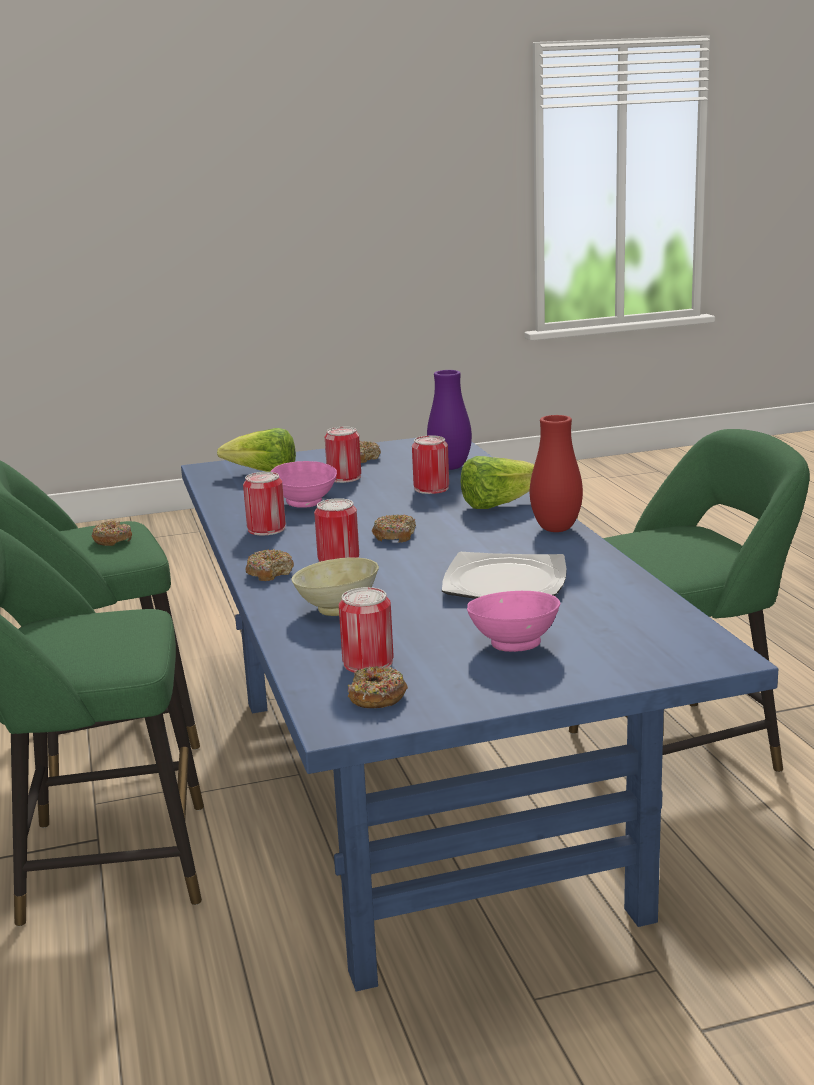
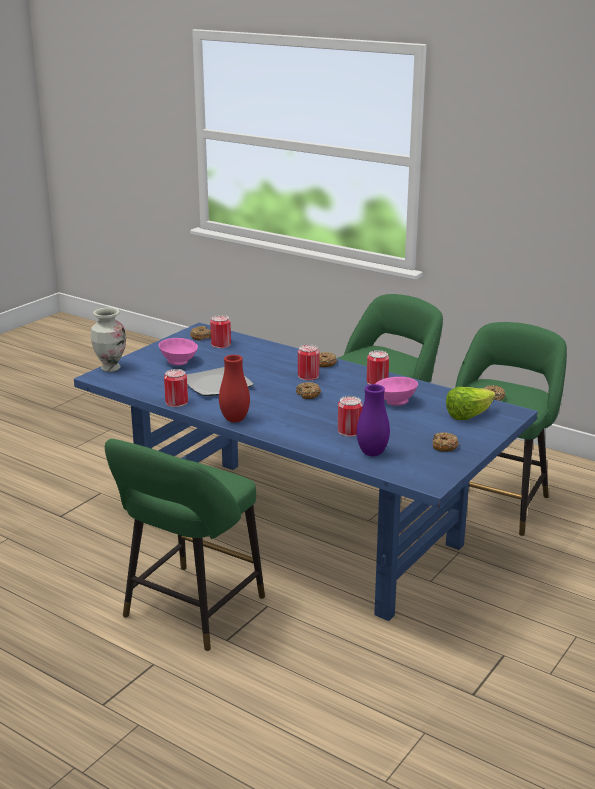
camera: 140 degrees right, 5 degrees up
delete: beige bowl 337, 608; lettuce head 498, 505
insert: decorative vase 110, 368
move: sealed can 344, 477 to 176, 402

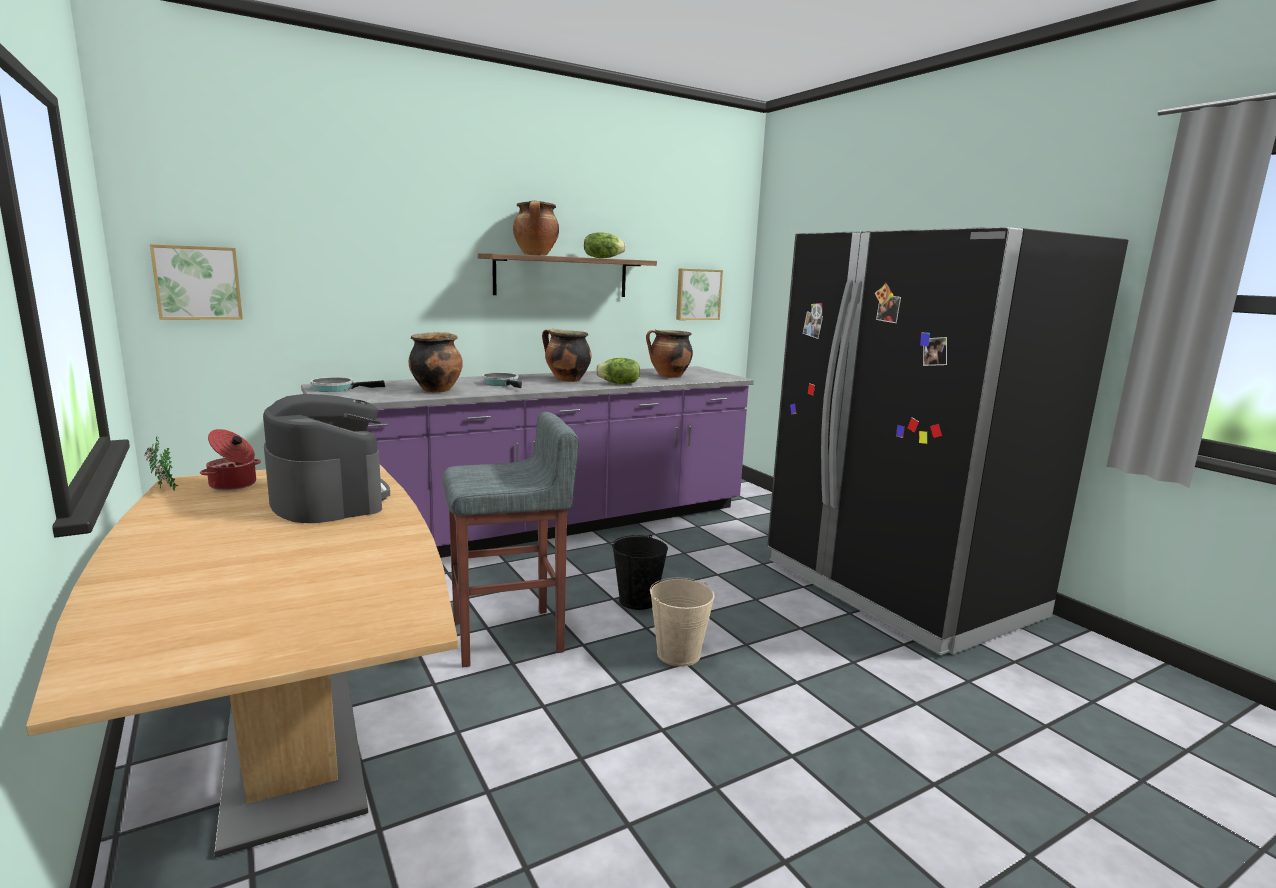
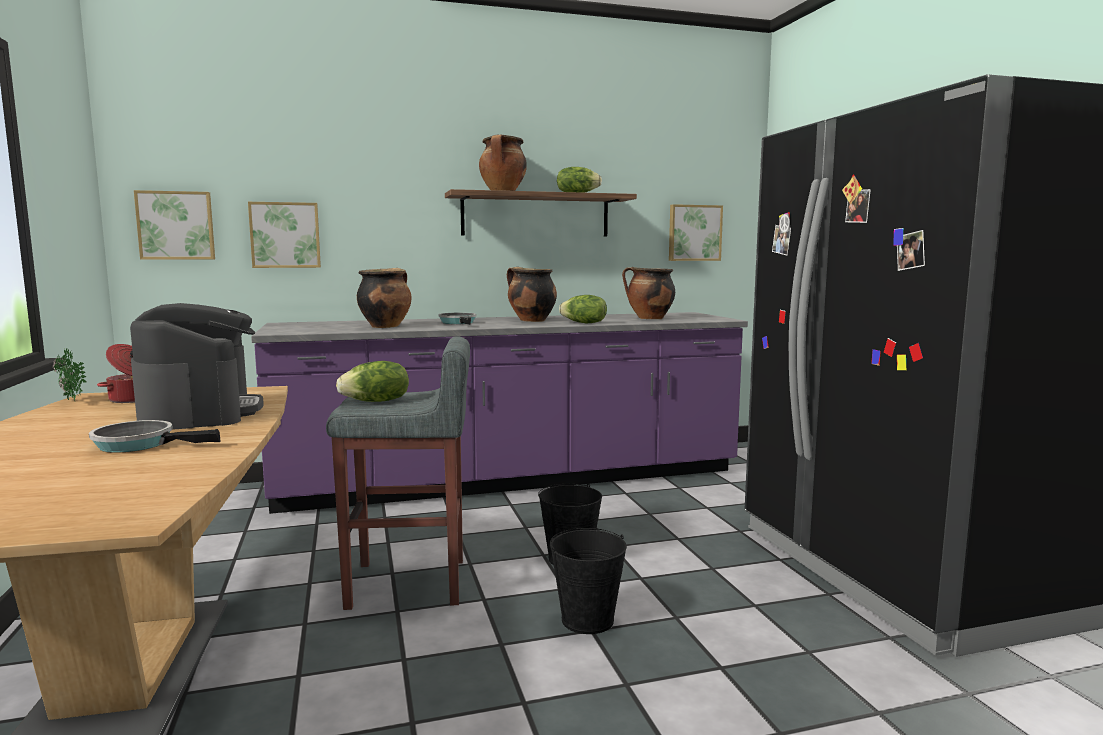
camera: 15 degrees right, 5 degrees down
insert: picture 285, 235; lettuce head 376, 401
move: frying pan 337, 389 to 140, 444
recolor: beige water bucket 679, 654 to black water bucket 588, 620

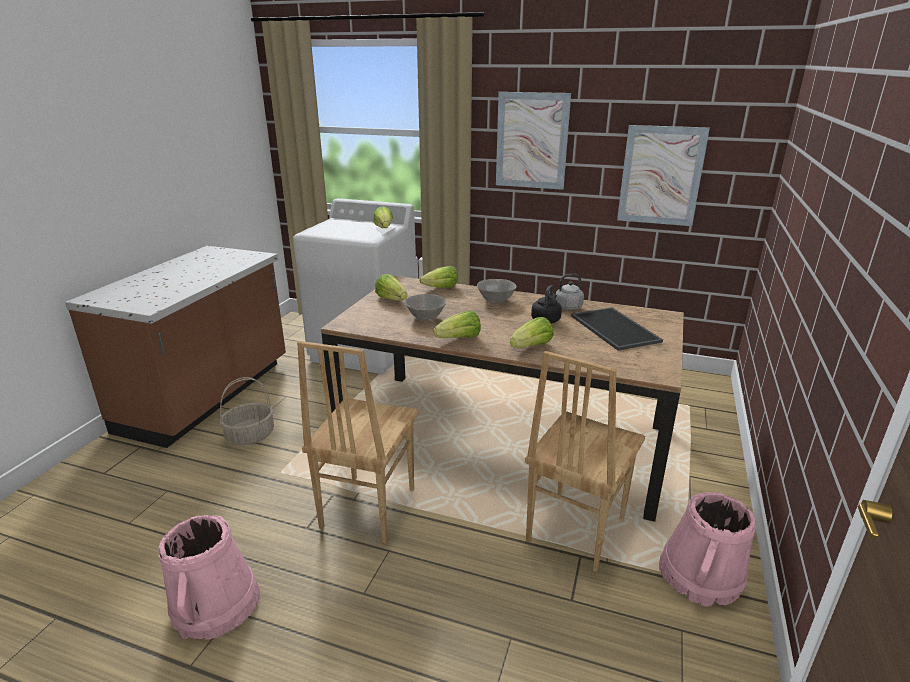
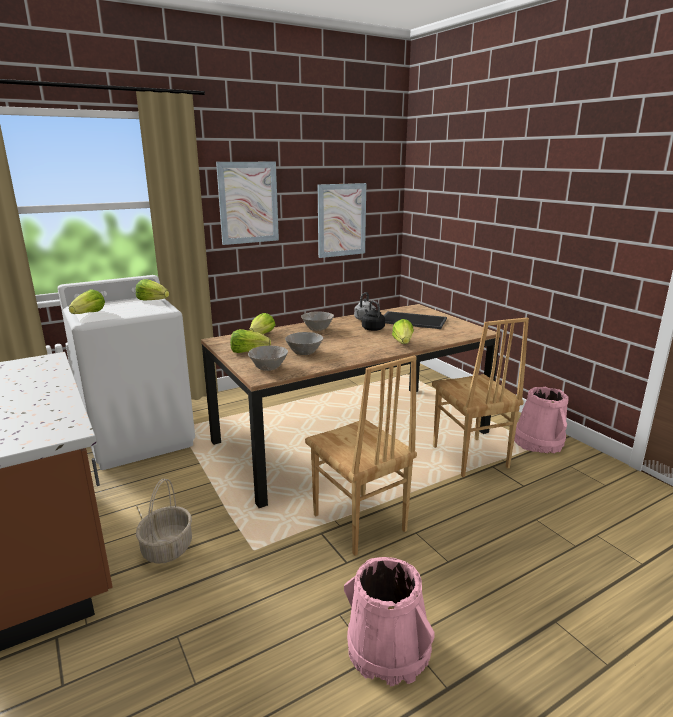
camera: 50 degrees left, 5 degrees down
insert: gray bowl 268, 368
move: lettuce head 459, 339 to 89, 314

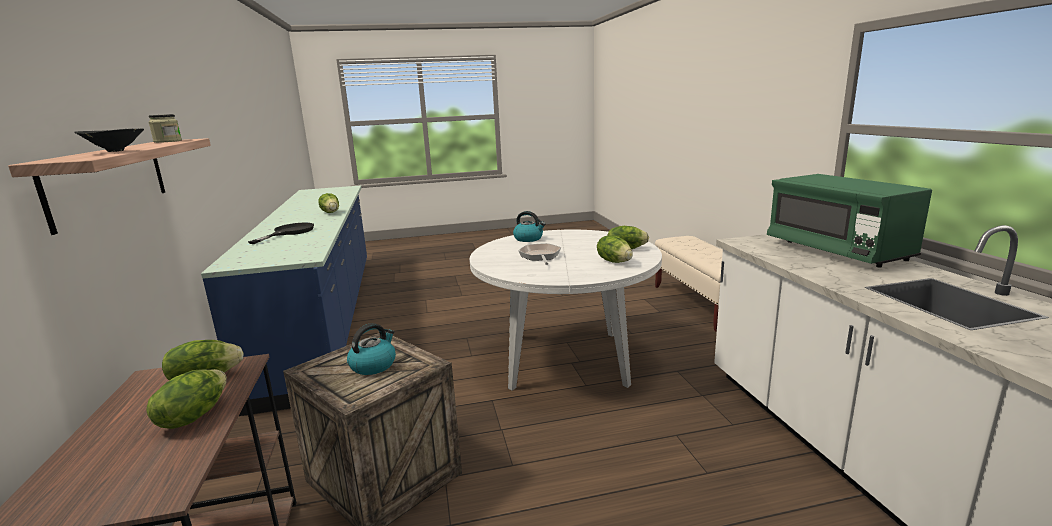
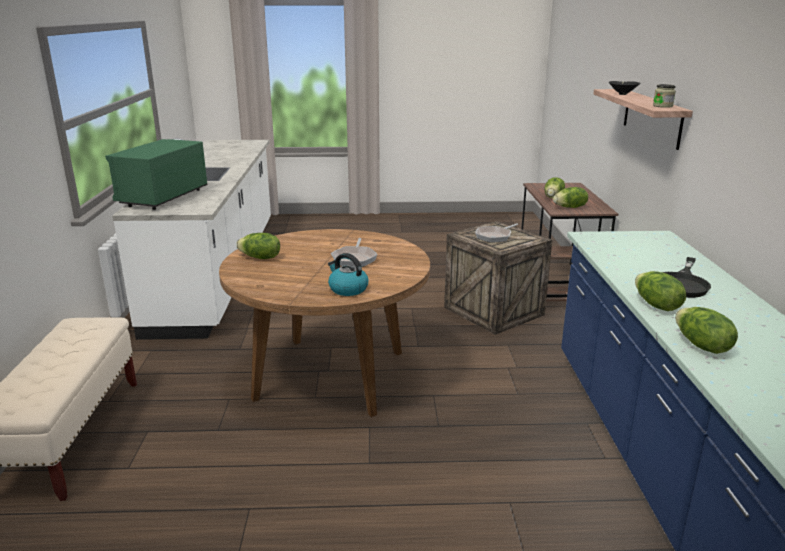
camera: 170 degrees left, 5 degrees up
move: lettuce head 614, 261 to 656, 305
replace: kettle 373, 365 to frying pan 495, 236
recolor: white kitchen table 566, 359 to brownish kitchen table 331, 375
rotate: green microwave 837, 250 = 163, 197 150 degrees counterclockwise

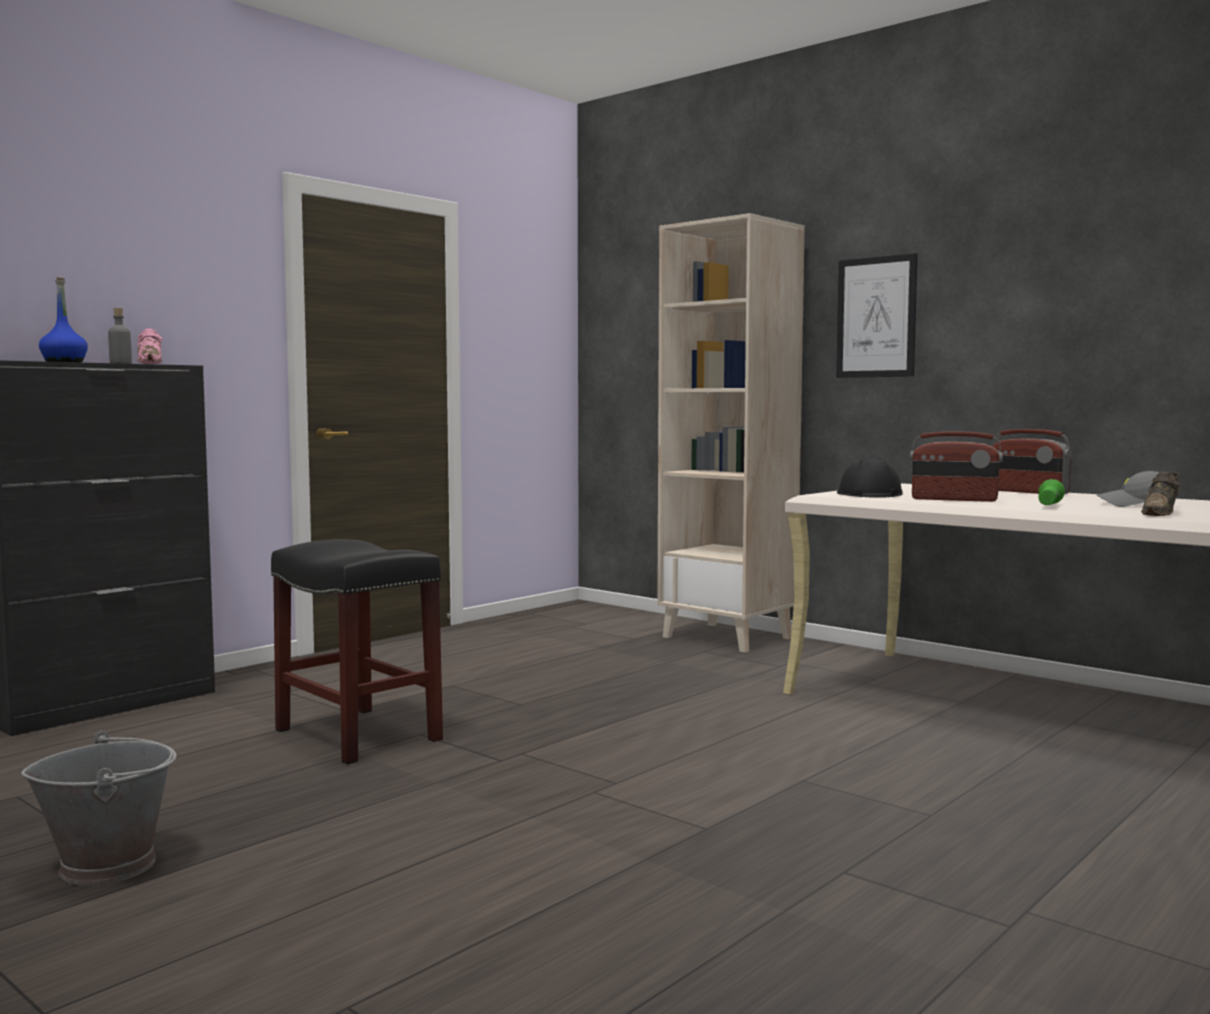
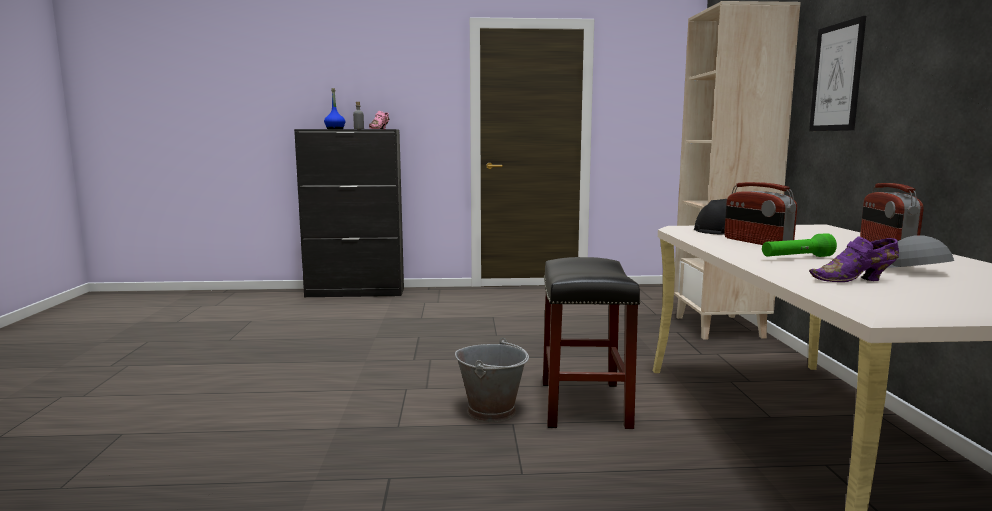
camera: 45 degrees right, 5 degrees up
move: gray water bucket 109, 865 to 492, 411; black stool 356, 735 to 583, 404
recolor: brownish low shoe 1161, 514 to purplish low shoe 855, 280

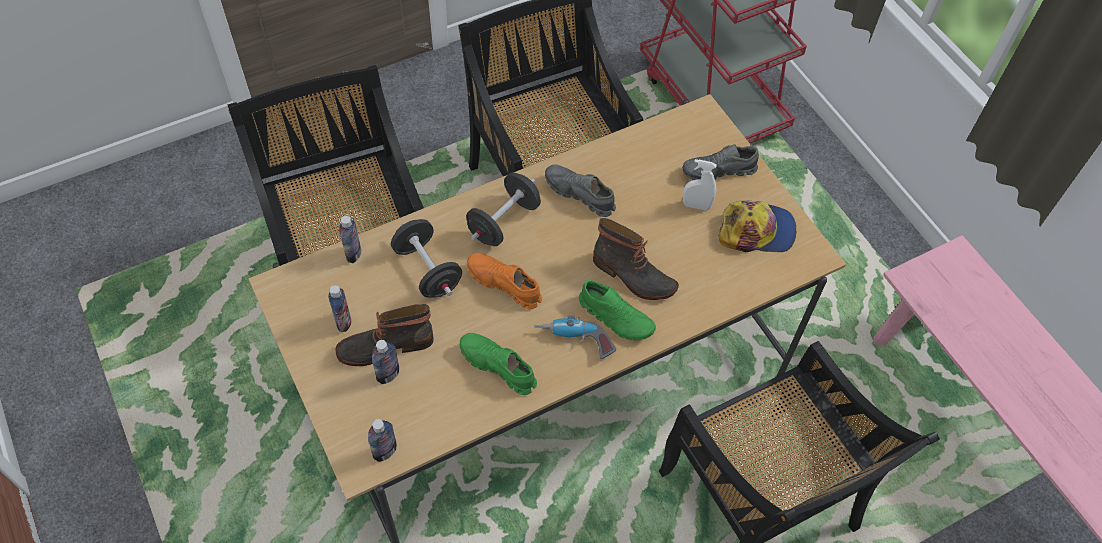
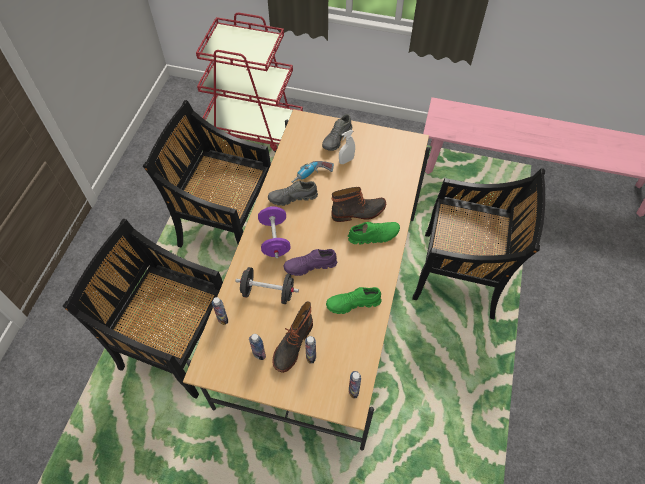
camera: 45 degrees left, 0 degrees up
delete: peaked cap 756, 231
move: power drill 574, 341 to 312, 176
recolor: black dumbbell 504, 222 to purplish dumbbell 274, 239; orange-coloured low shoe 504, 284 to purplish low shoe 310, 266

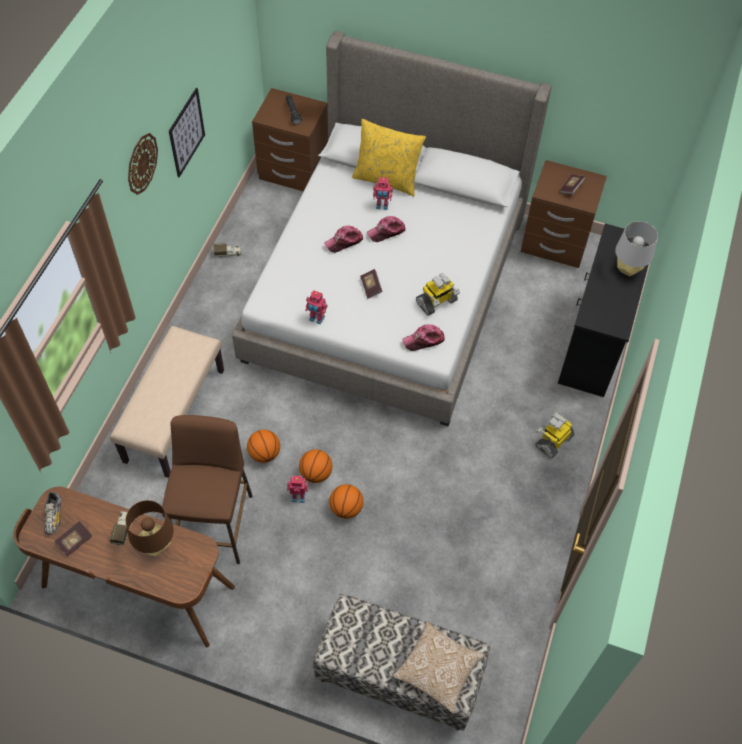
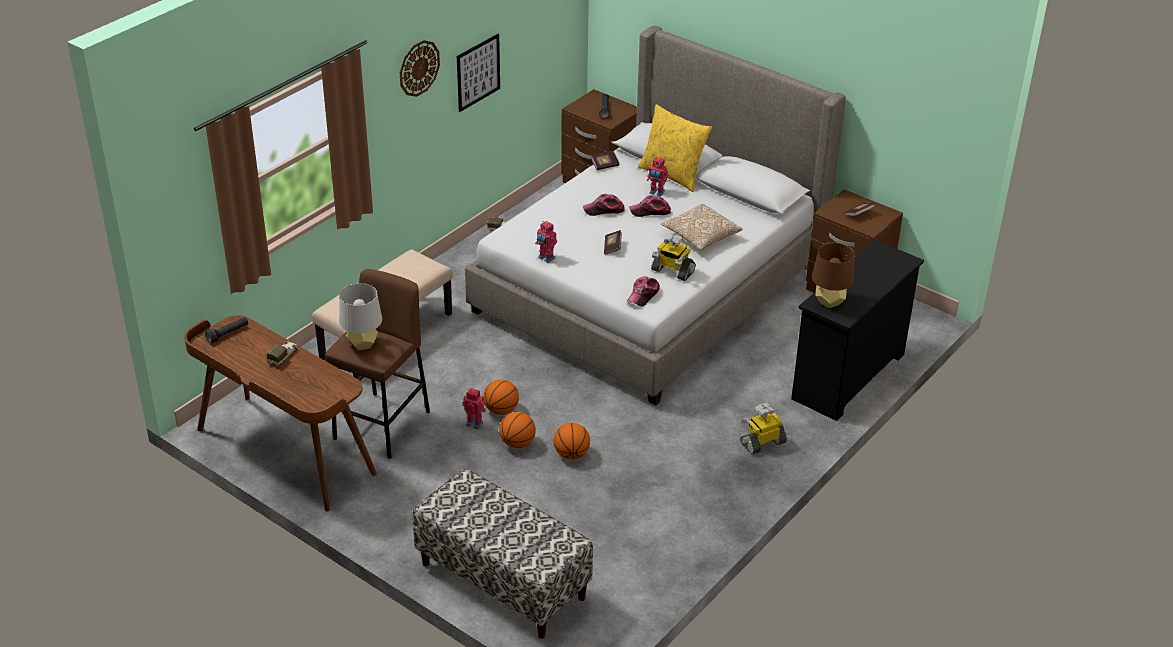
camera: 20 degrees right, 20 degrees down
move: gray tabletop lamp 628, 269 to 362, 344; ball for basketball 264, 453 to 571, 454; volume 75, 541 to 604, 165; pillow 438, 670 to 700, 236; brownish tabletop lamp 156, 545 to 829, 302
replace: low shoe 54, 516 to black flashlight 228, 334
rotate: peaked cap 424, 340 = 643, 295 60 degrees counterclockwise; model robot 436, 302 = 672, 271 45 degrees clockwise

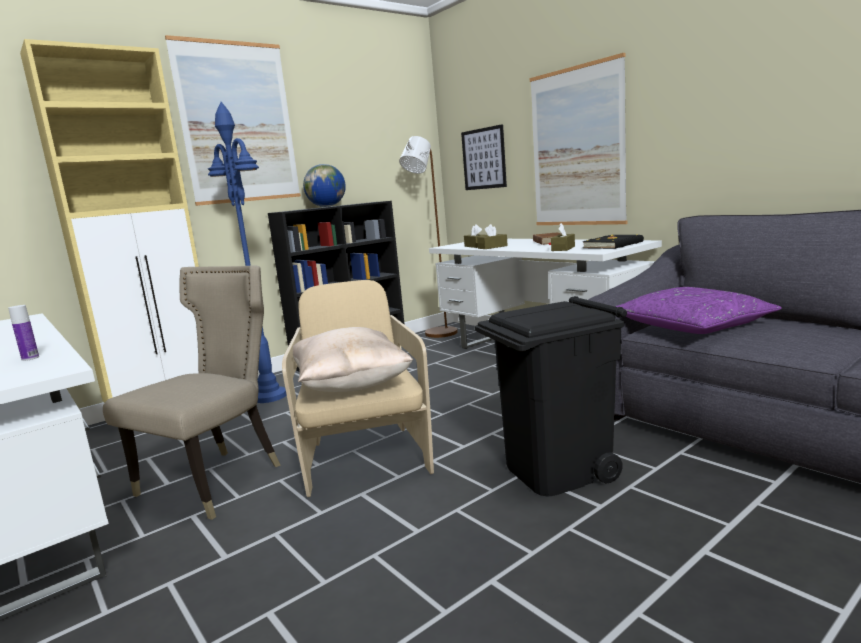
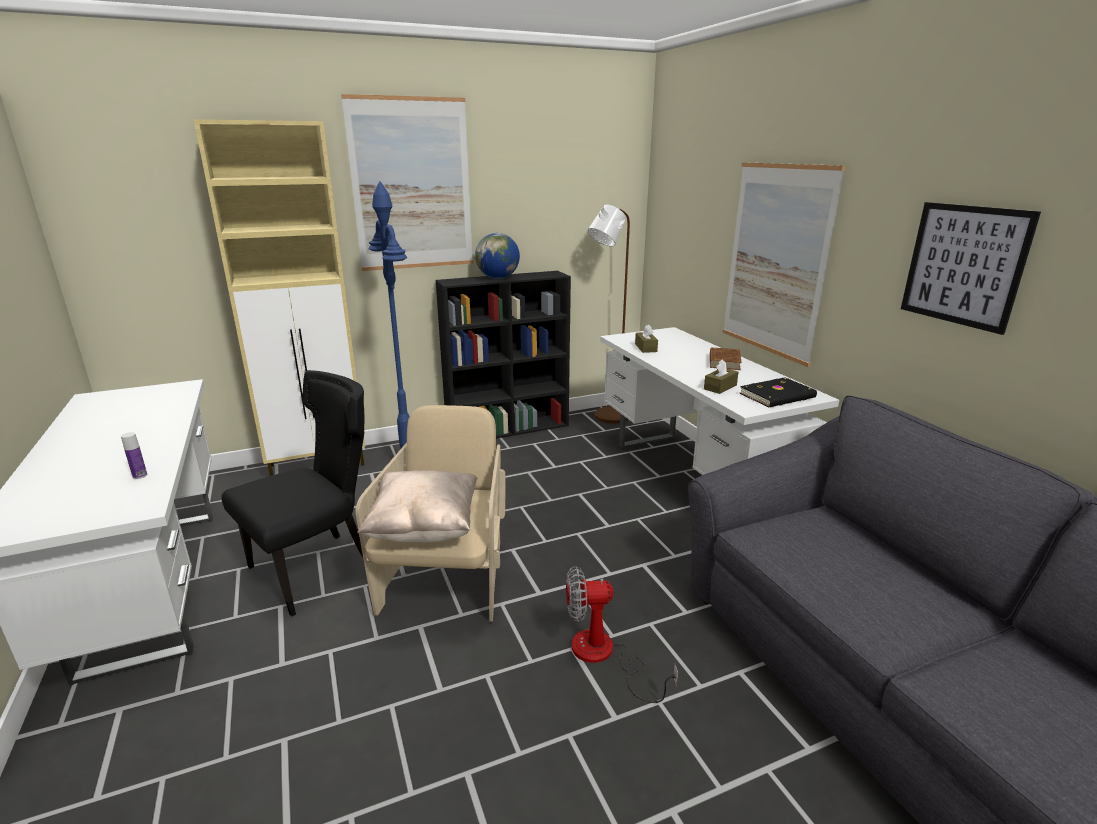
camera: 15 degrees right, 10 degrees up
delete: brownish box of tissues 492, 247; purplish pillow 691, 326
move: picture 483, 158 to 964, 265
replace: black waste bin 557, 470 to electric fan 604, 656
recolor: beige plain chair 218, 479 to black plain chair 318, 568

